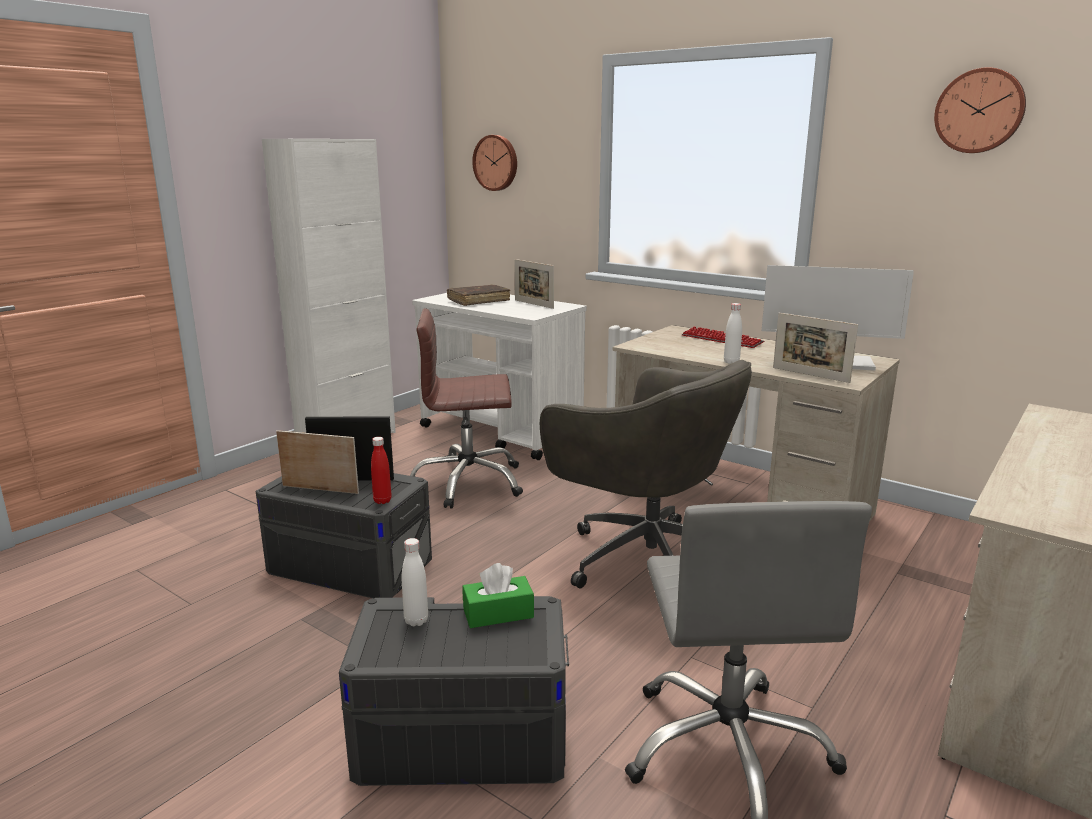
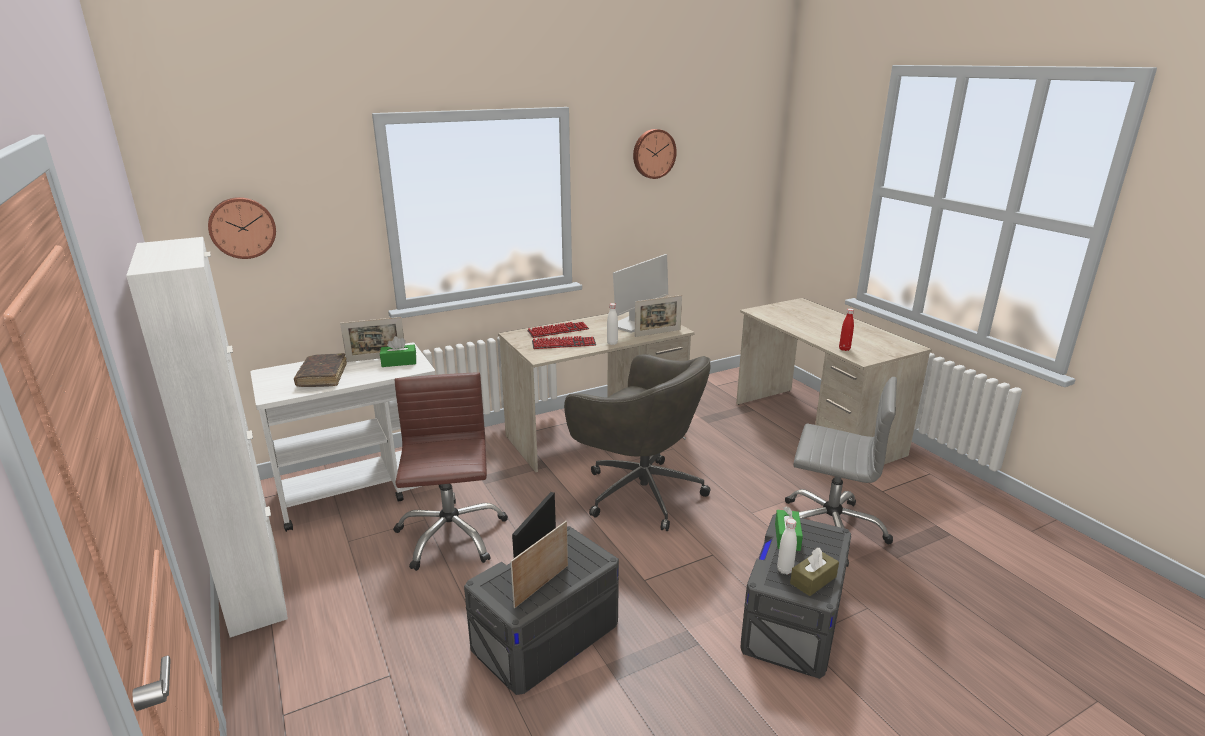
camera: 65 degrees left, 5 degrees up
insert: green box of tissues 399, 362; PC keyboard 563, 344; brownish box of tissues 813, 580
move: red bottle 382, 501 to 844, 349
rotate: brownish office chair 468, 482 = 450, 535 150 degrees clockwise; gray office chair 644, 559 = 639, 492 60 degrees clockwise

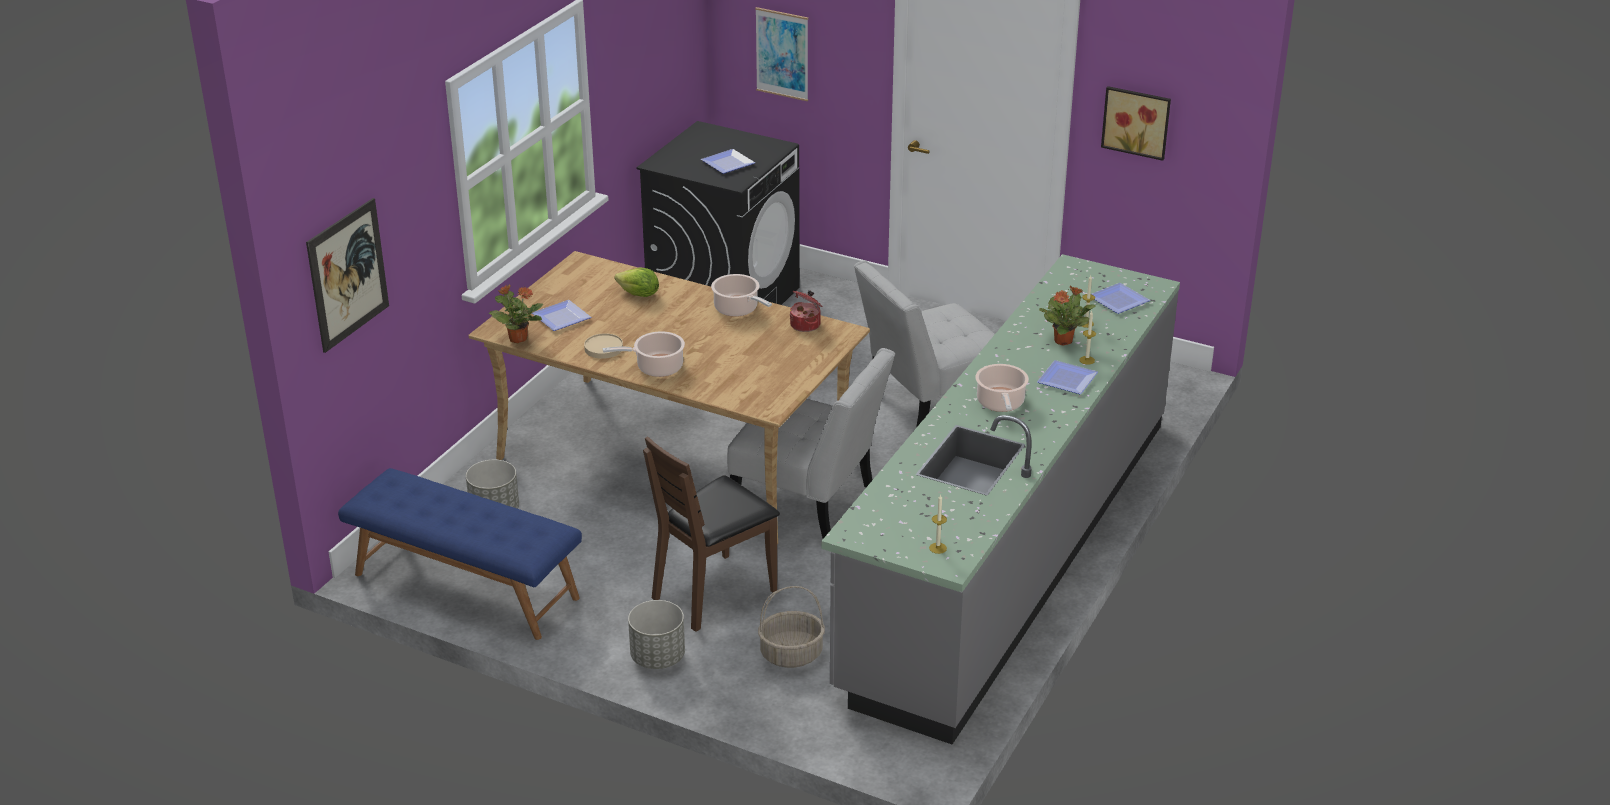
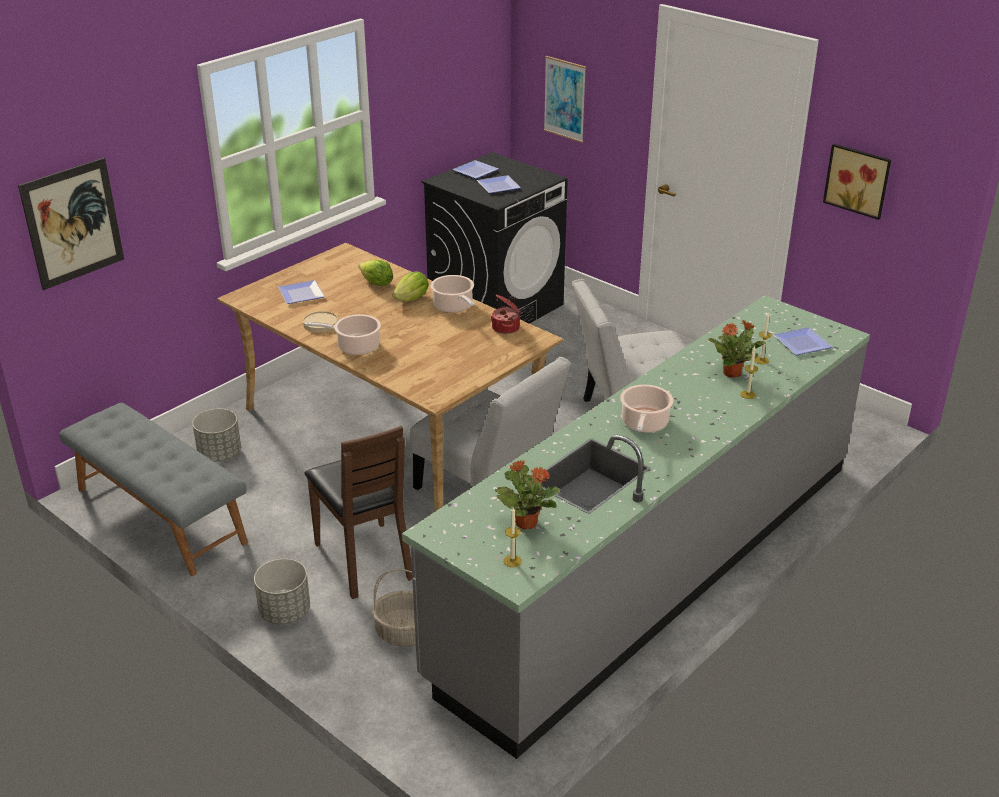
camera: 15 degrees right, 0 degrees up
insert: lettuce head 412, 299
move: flat dish 1069, 379 to 477, 171; plant in a pot 517, 338 to 525, 522
recolor: blue-coloured long seat 465, 586 to gray long seat 159, 516
rotate: brownish plain chair 714, 593 = 365, 559 90 degrees counterclockwise

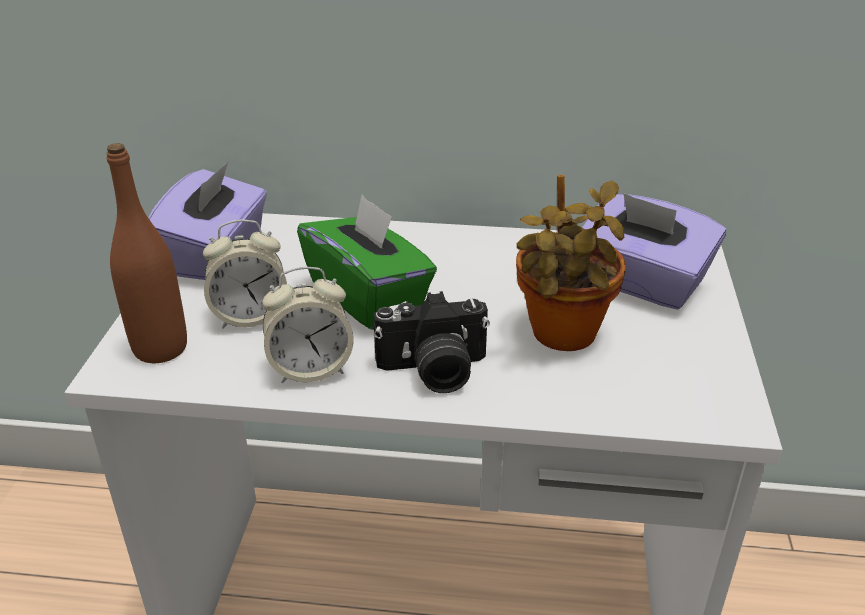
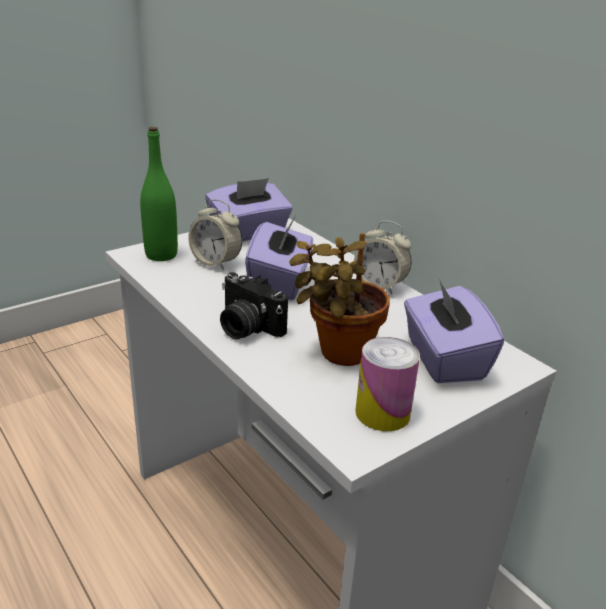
camera: 45 degrees right, 5 degrees down
insert: sealed can 382, 413
move: bedside clock 310, 369 to 380, 286
recolor: brownish bottle 160, 348 to green bottle 161, 255; green box of tissues 369, 297 to purplish box of tissues 280, 283

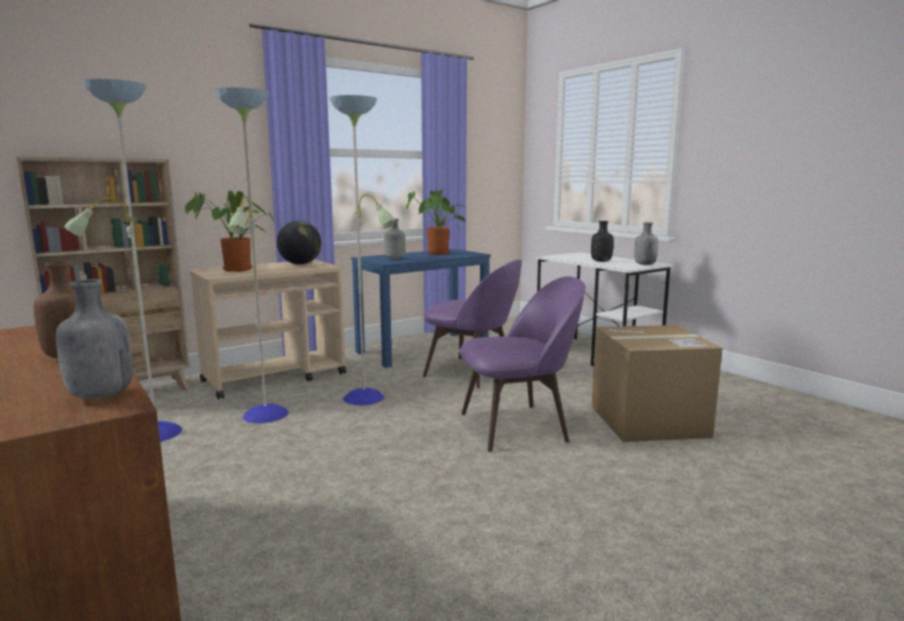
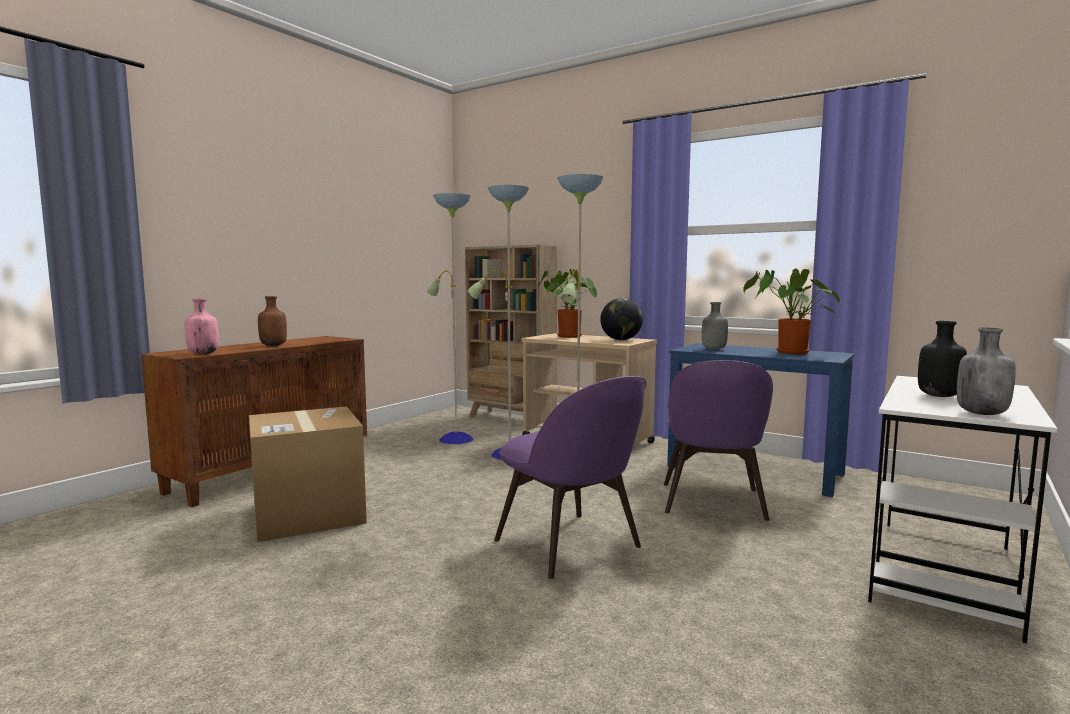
camera: 70 degrees right, 5 degrees down
move: carton 648, 421 to 308, 514
recolor: gray bottle 99, 395 to pink bottle 203, 353

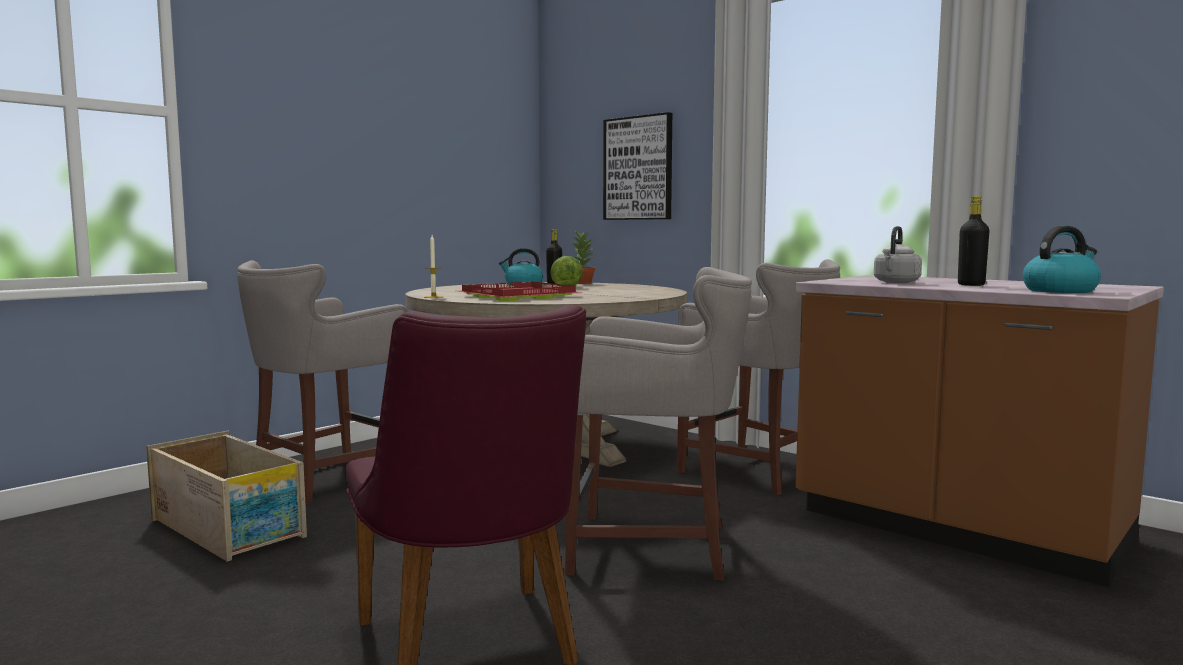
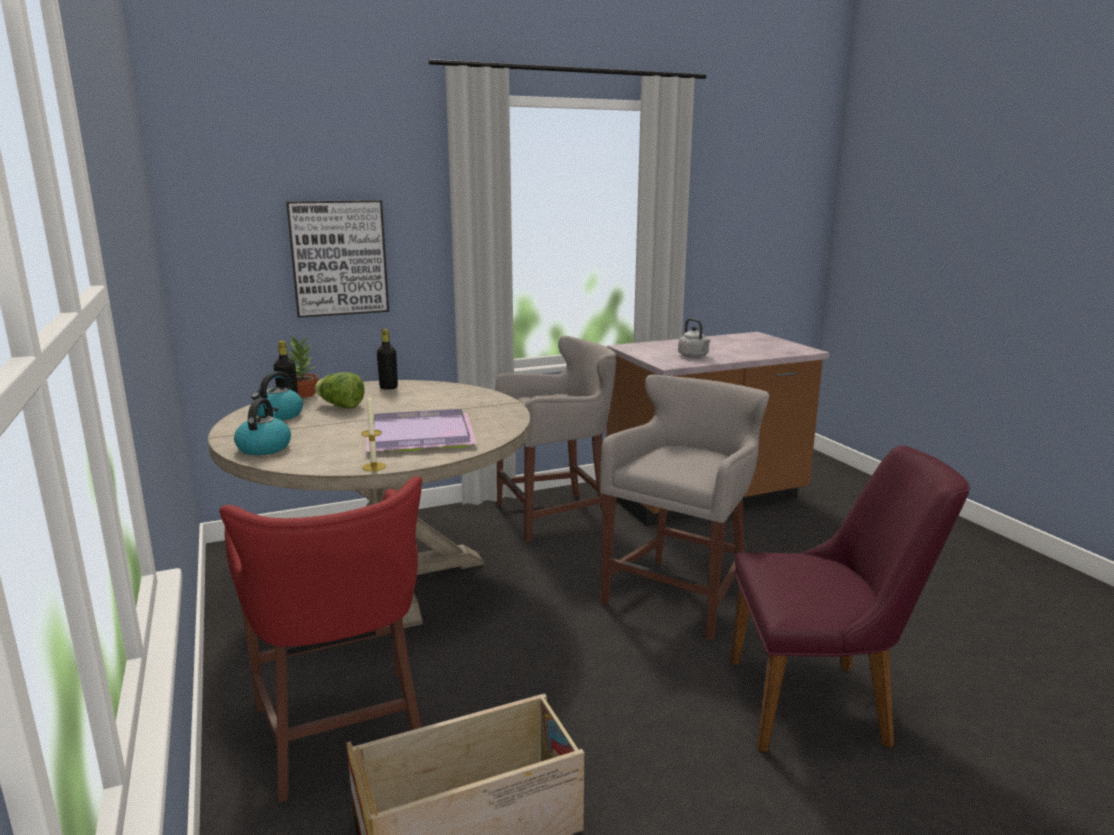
camera: 65 degrees left, 10 degrees up
move: kettle 1060, 291 to 264, 447; black bottle 971, 285 to 388, 387
recolor: gray stool 326, 478 to red stool 343, 734; red carrying tray 517, 296 to purplish carrying tray 422, 436

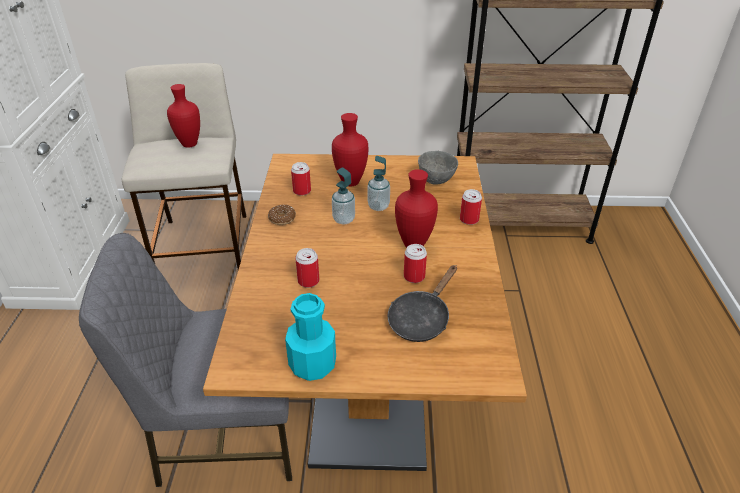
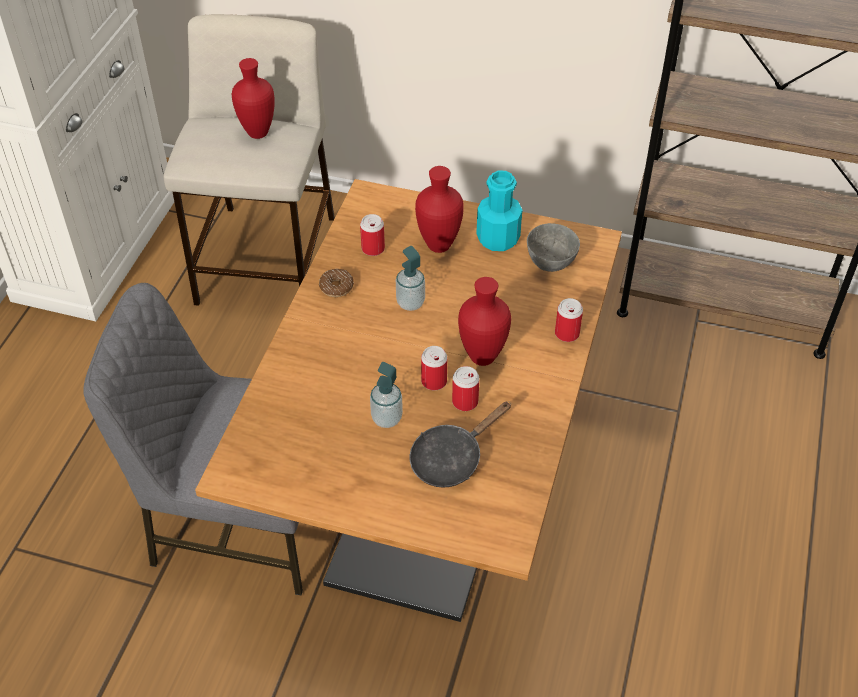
camera: 15 degrees right, 10 degrees up
move: soap dispenser 378, 206 to 386, 418; sealed can 308, 281 to 434, 381; blue-green bottle 312, 364 to 498, 238

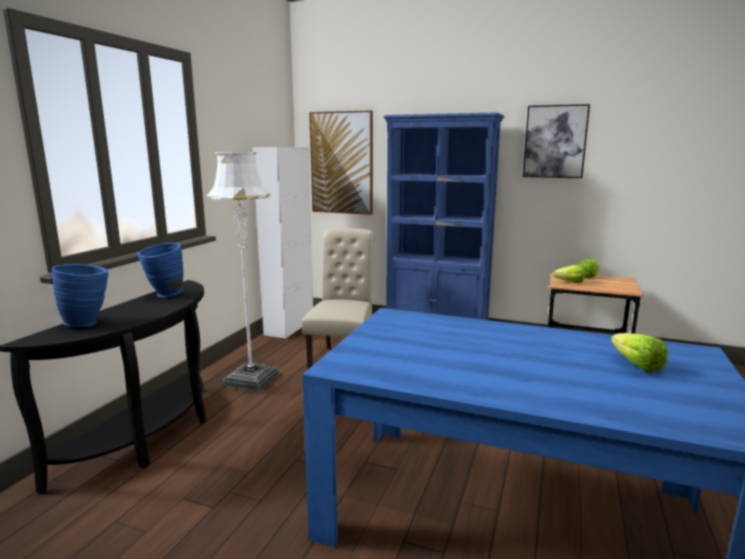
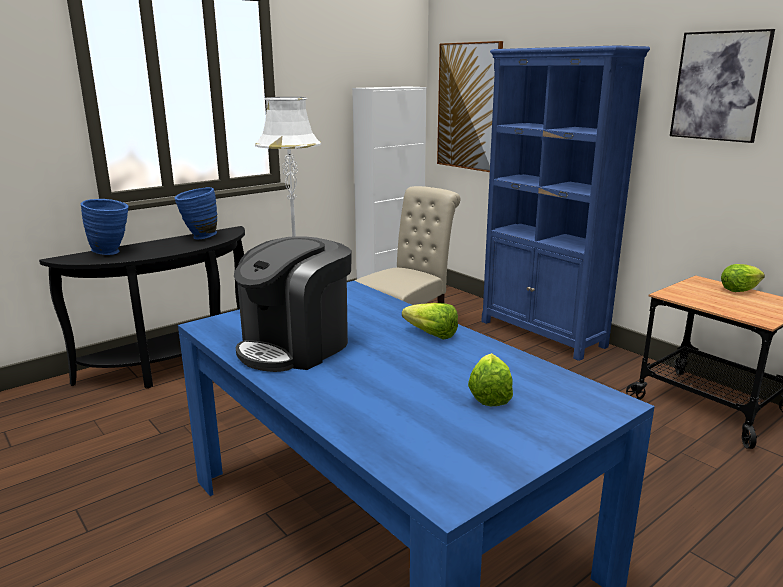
camera: 30 degrees right, 5 degrees up
insert: coffee maker 296, 346
move: lettuce head 567, 282 to 428, 334

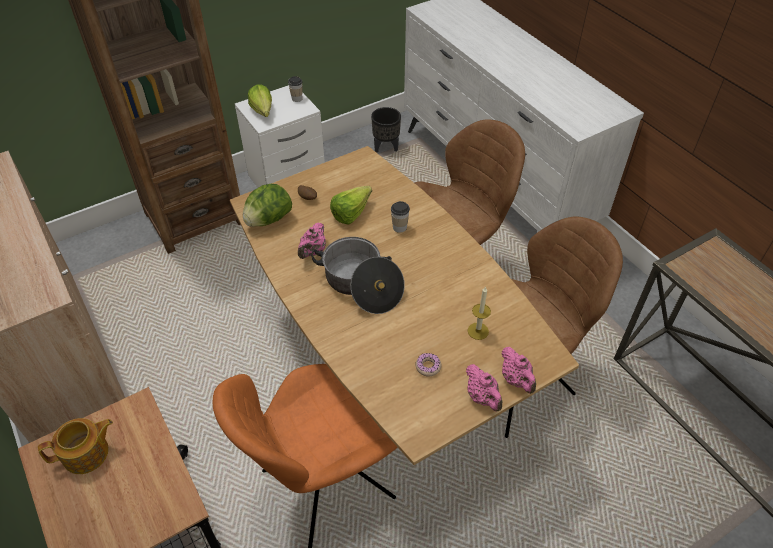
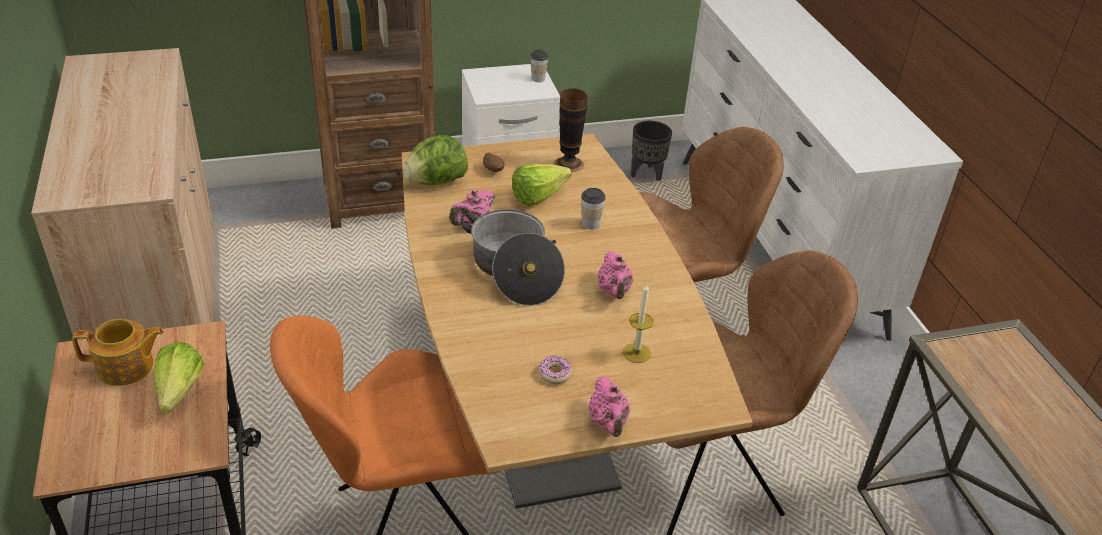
camera: 15 degrees right, 10 degrees down
insert: decorative vase 569, 164
move: lettuce head 262, 113 to 176, 397; pink tea pot 516, 380 to 614, 291

